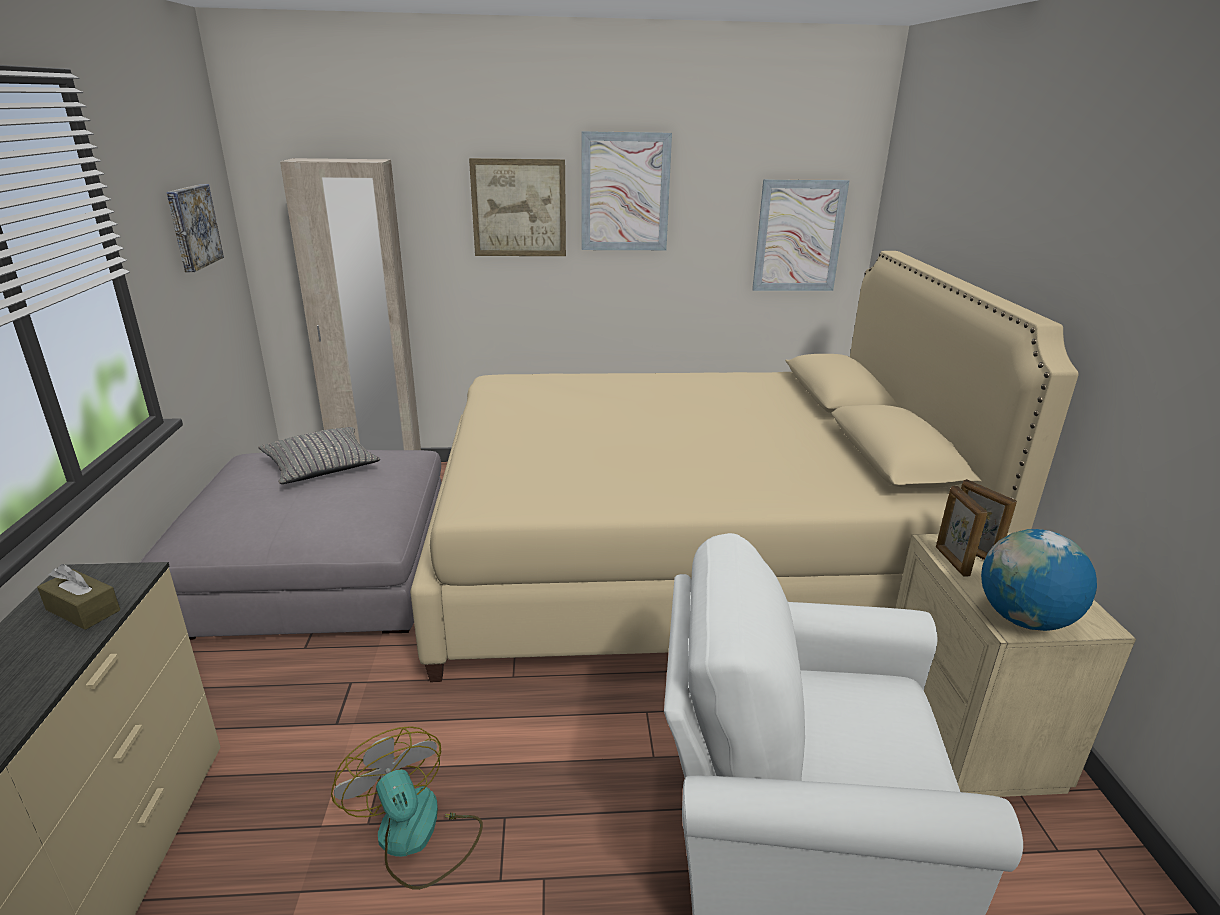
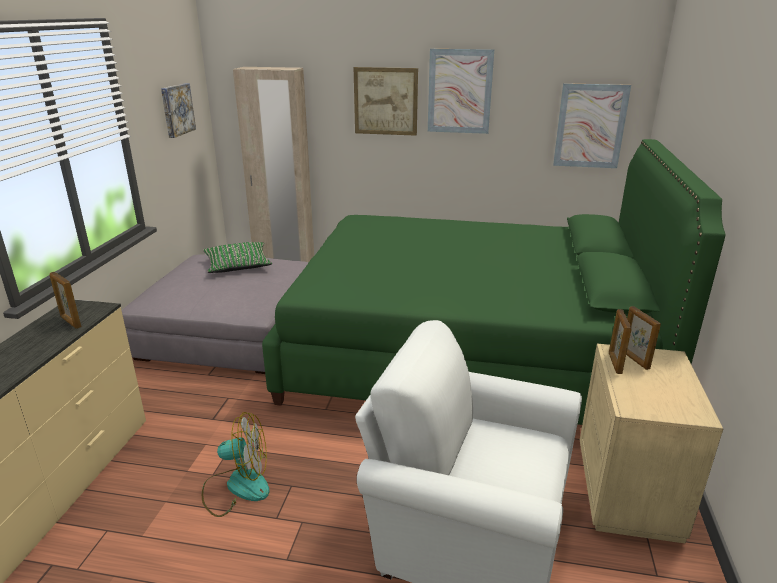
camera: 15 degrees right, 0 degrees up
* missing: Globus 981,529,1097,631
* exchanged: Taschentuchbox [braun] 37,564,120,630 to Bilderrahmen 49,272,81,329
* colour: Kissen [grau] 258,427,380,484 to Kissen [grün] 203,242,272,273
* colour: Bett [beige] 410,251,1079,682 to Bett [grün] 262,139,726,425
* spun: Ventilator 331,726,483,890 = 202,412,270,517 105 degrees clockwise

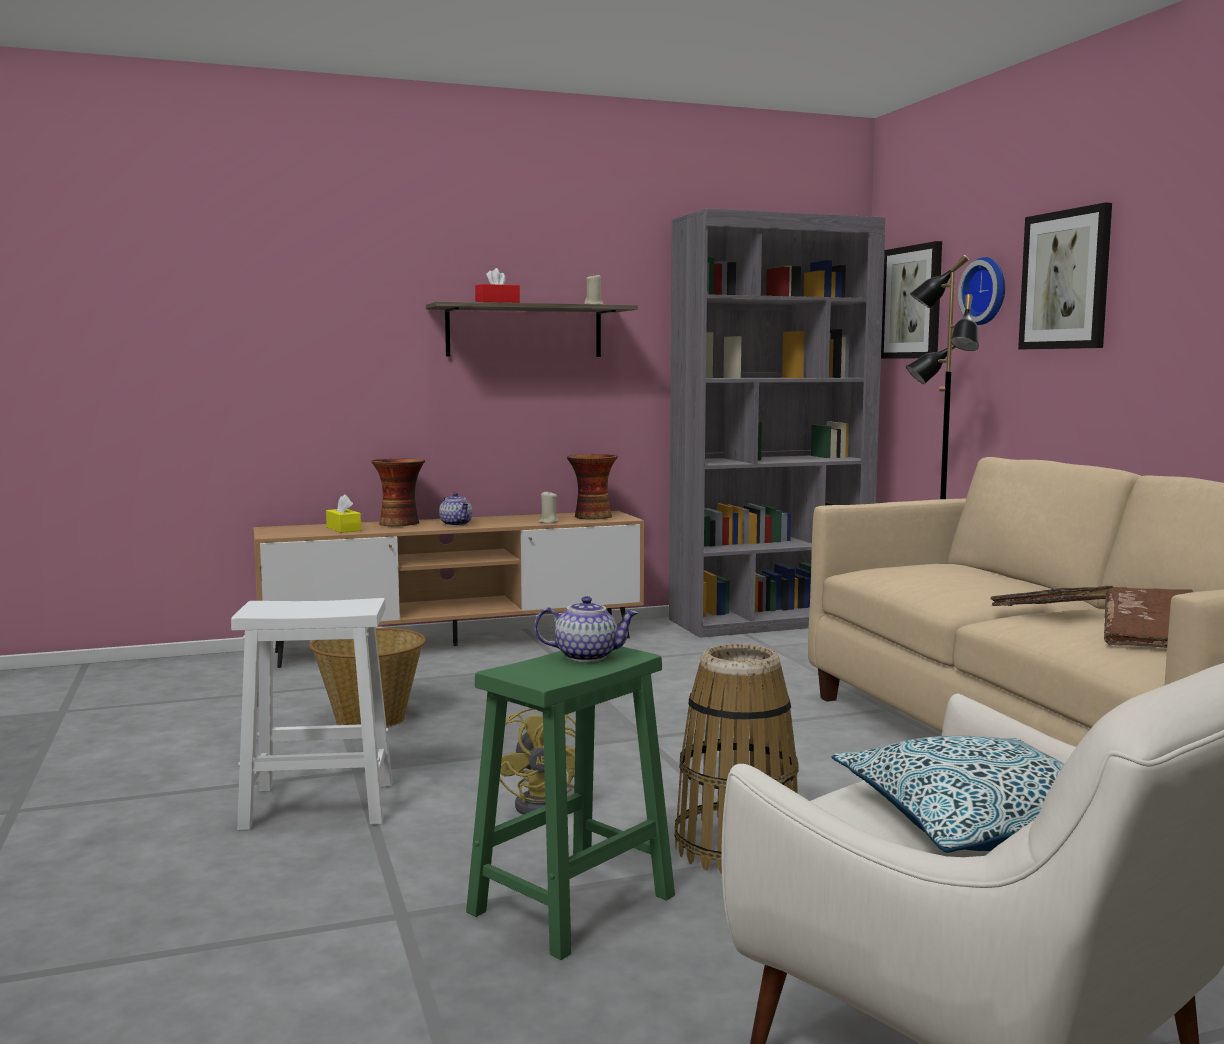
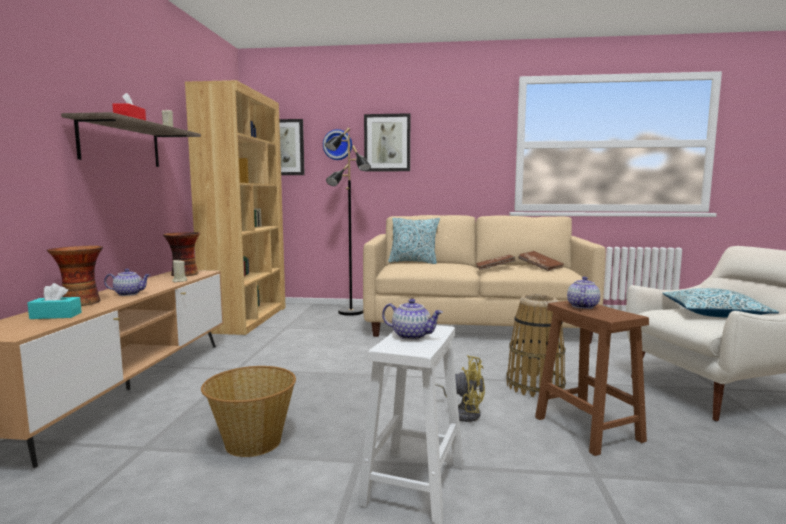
camera: 65 degrees left, 0 degrees up
* appeared: Teekanne 382,299,443,340
* appeared: Kissen 388,218,440,264
* colour: Taschentuchbox [gelb] 326,494,361,533 to Taschentuchbox [türkis] 27,283,82,319
* colour: Hocker [grün] 466,647,675,960 to Hocker [braun] 535,301,649,456
* colour: Bücherregal [grau] 669,208,885,638 to Bücherregal [braun] 185,80,286,335

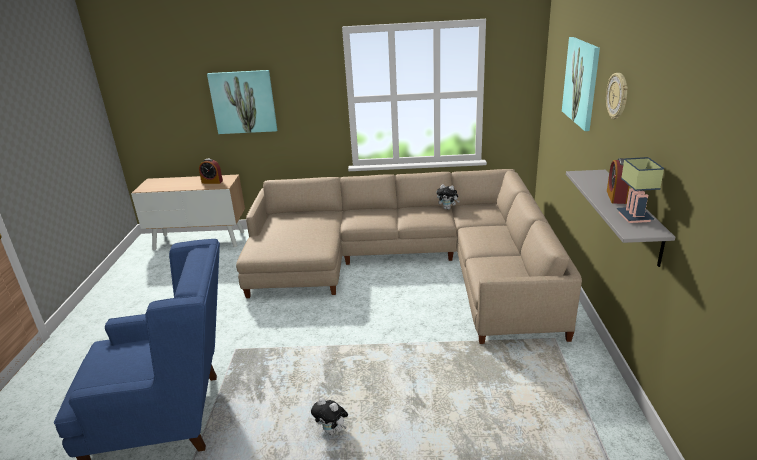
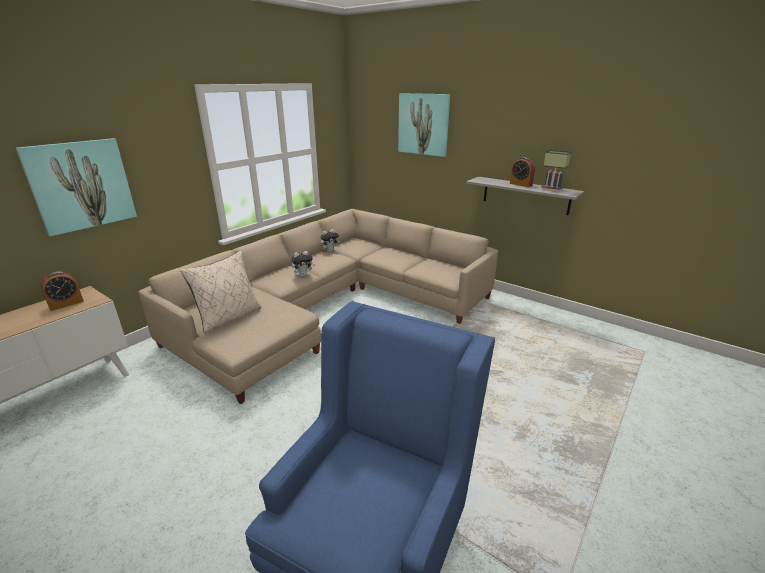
camera: 55 degrees left, 0 degrees up
* missing: Wanduhr 606,73,628,119
* appeared: Kissen [beige] 180,251,261,333
* relocated: Plüschtier 311,398,348,435 to 291,251,315,277

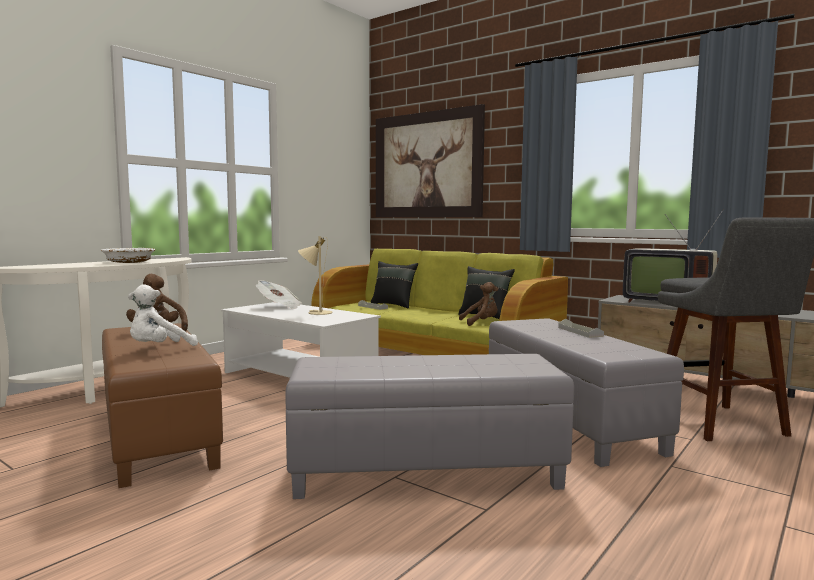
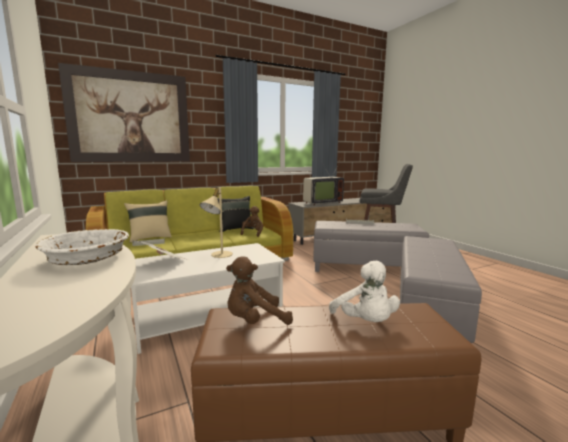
camera: 65 degrees left, 5 degrees up
* colour: Kissen [schwarz] 370,261,418,308 to Kissen [beige] 124,200,172,243

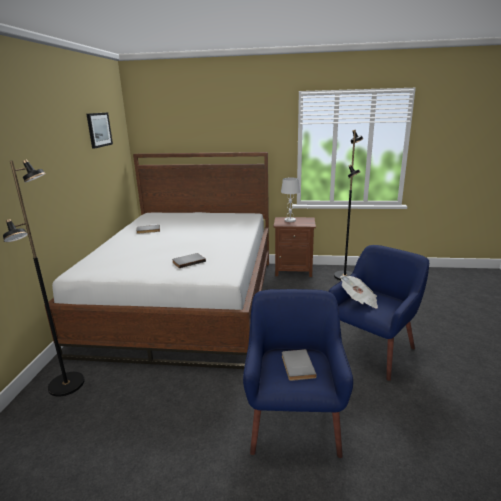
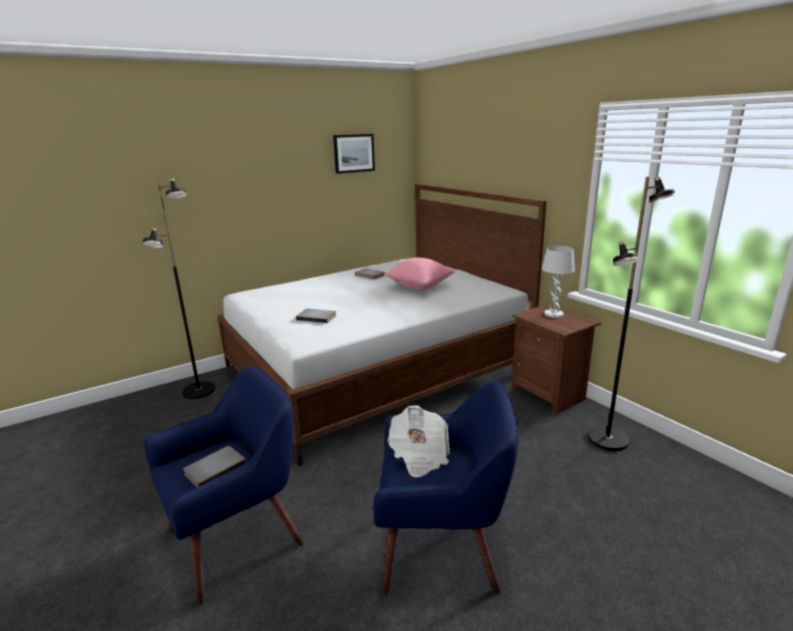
camera: 50 degrees right, 0 degrees up
* appeared: Kissen [rosa] 384,258,455,291

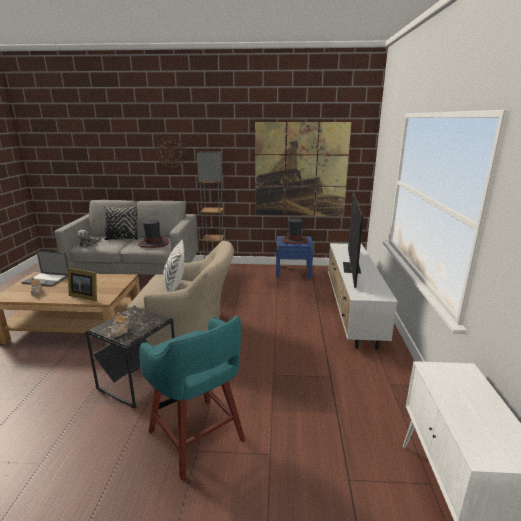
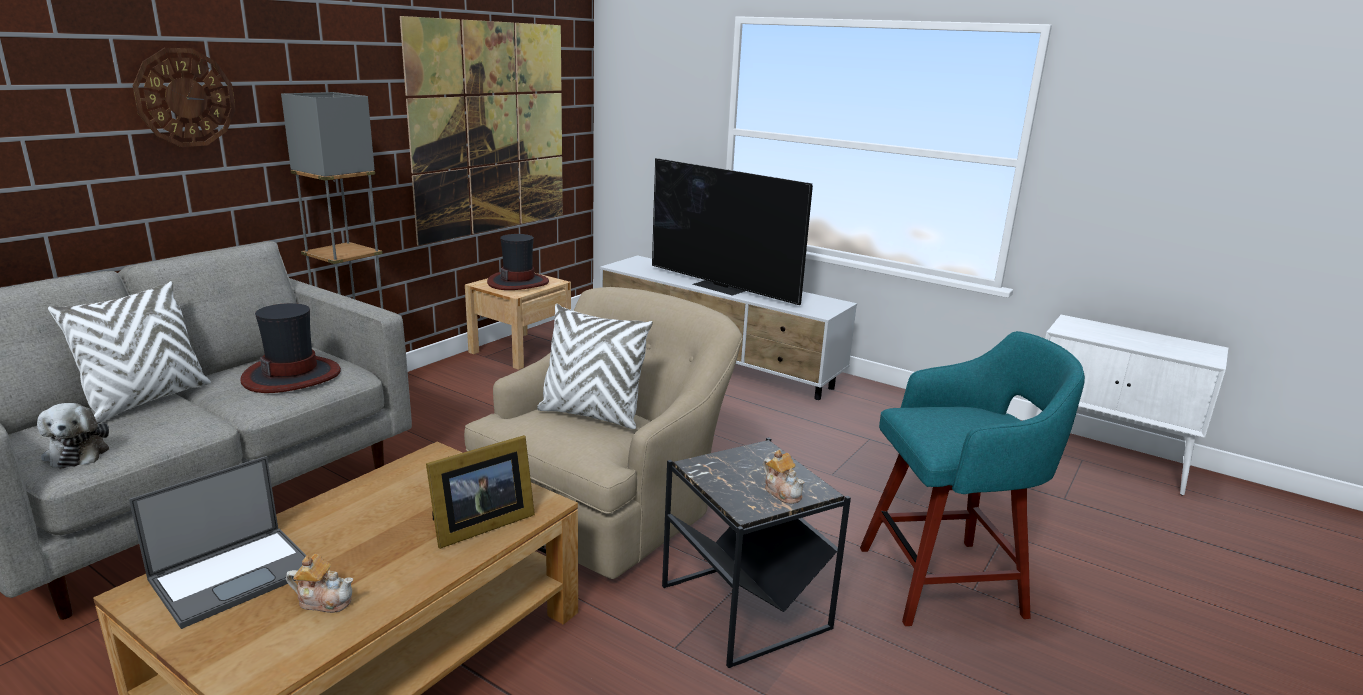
camera: 60 degrees left, 0 degrees up
* colour: Kissen [schwarz] 104,206,138,240 to Kissen [weiß] 48,281,211,424
* colour: Nachttisch [blau] 276,236,313,278 to Nachttisch [beige] 465,273,571,370

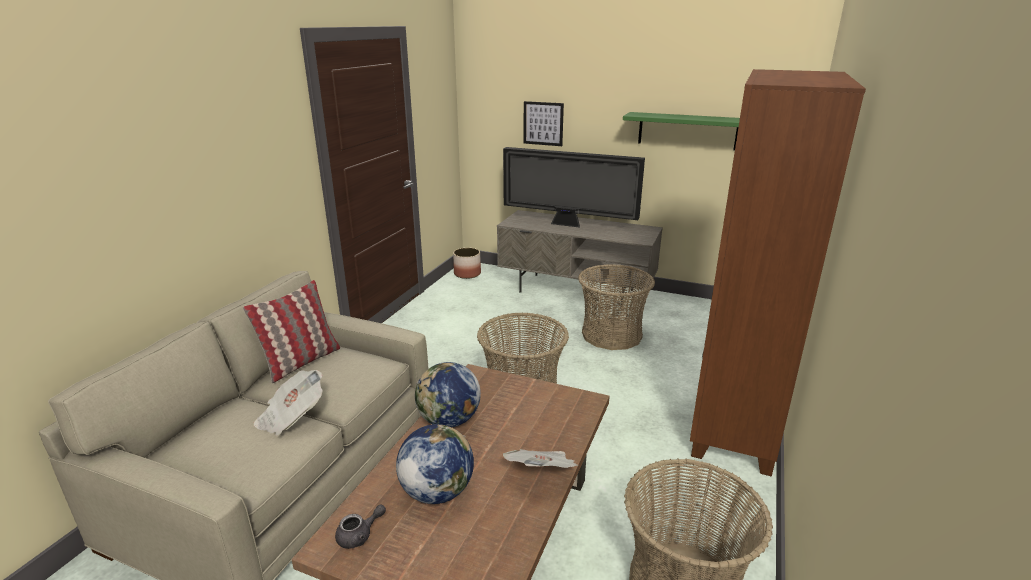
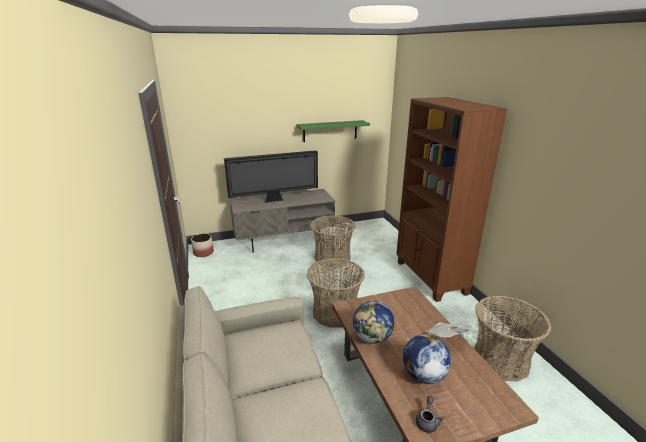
camera: 40 degrees left, 0 degrees up
* missing: Kissen 243,280,340,383
* missing: Zeitung 254,370,323,436
* missing: Bild 523,101,564,146

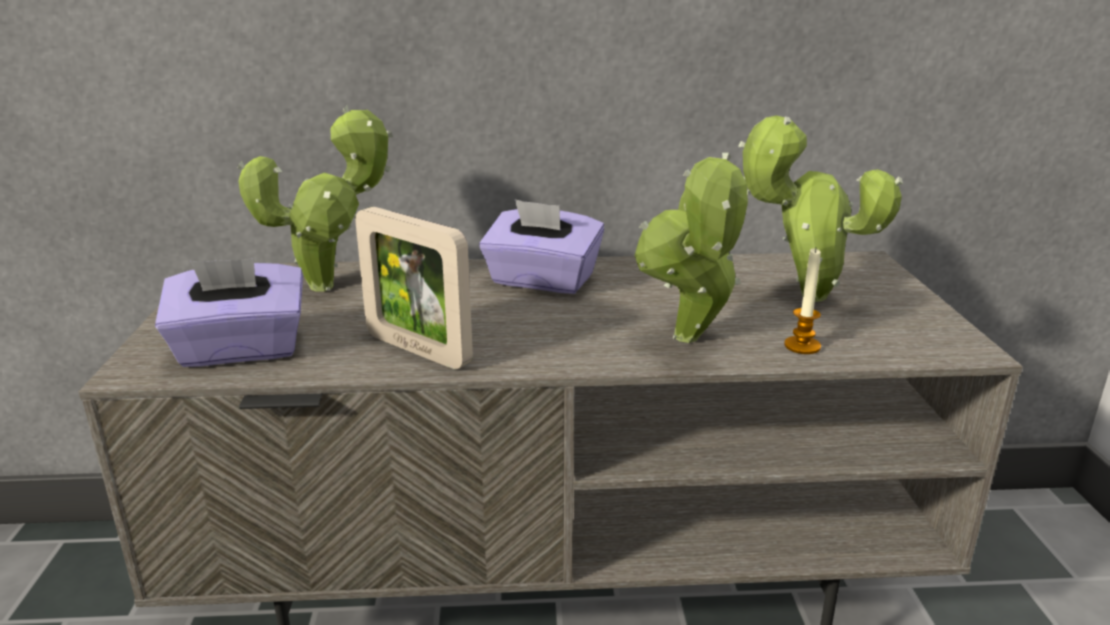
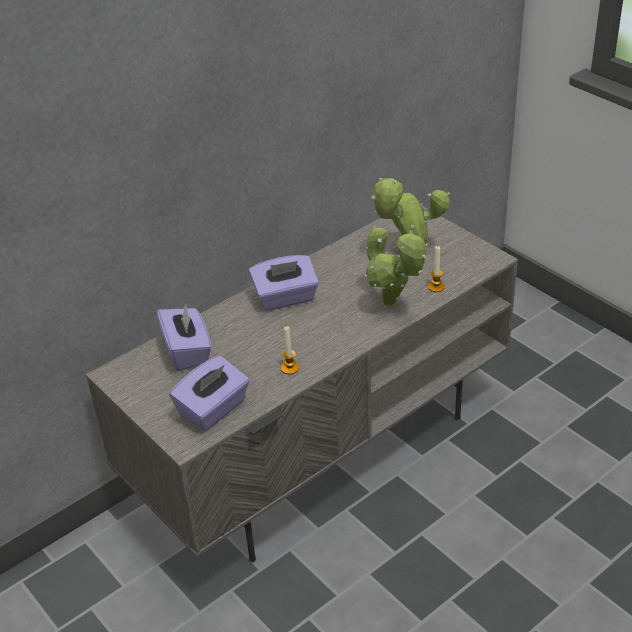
camera: 35 degrees left, 15 degrees up
* exchanged: Topfpflanze 237,105,393,292 to Taschentuchbox [lila] 157,304,211,371
* exchanged: Bilderrahmen 355,207,473,369 to Kerze 281,326,299,374

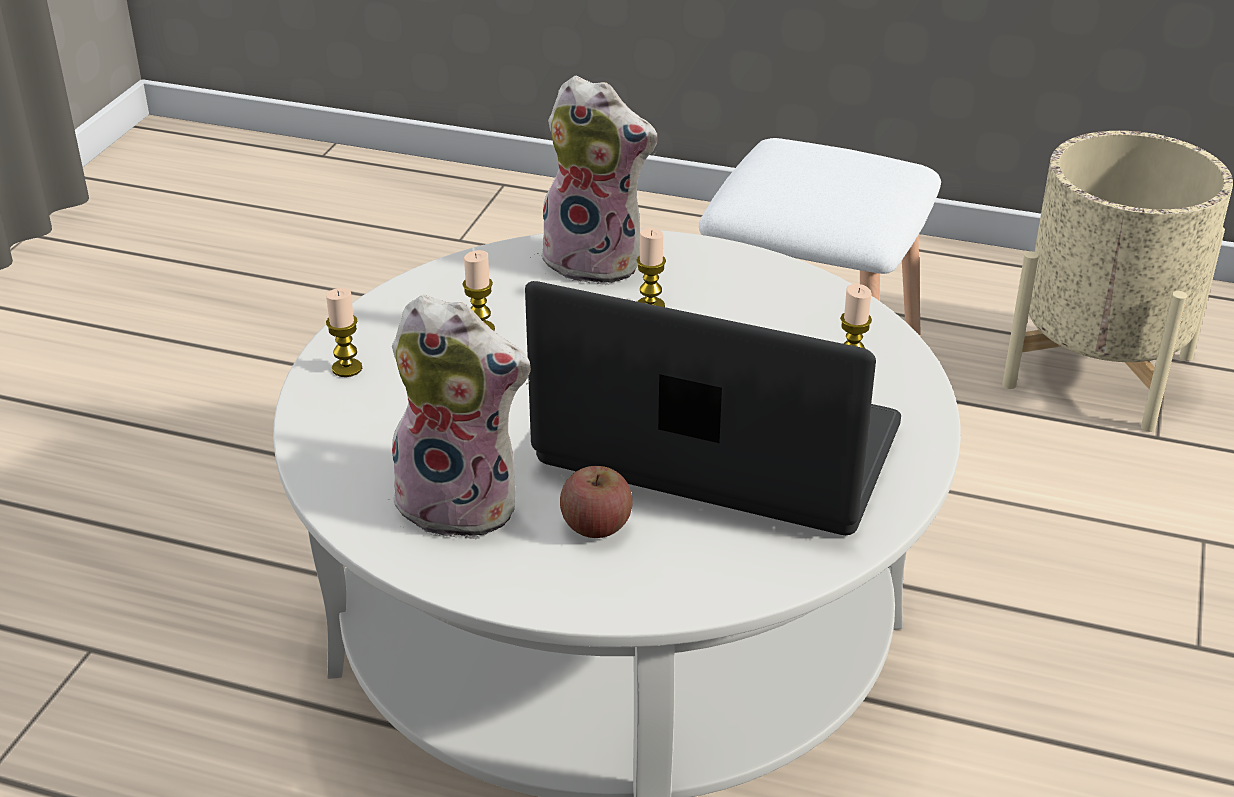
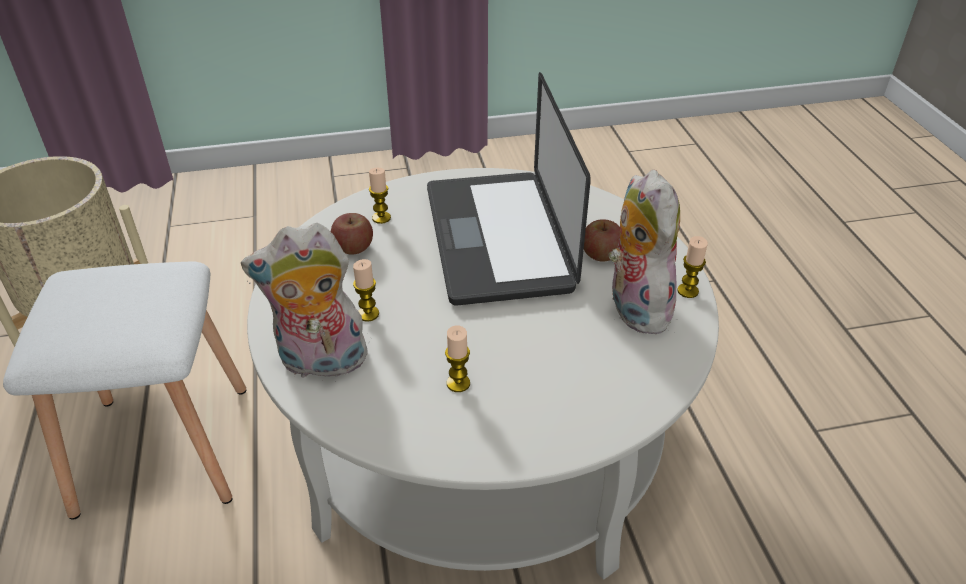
camera: 120 degrees left, 5 degrees up
* appeared: Apfel 331,213,373,254
* relocated: Kerze 326,288,362,377 to 677,236,708,298
* spun: Plüschtier 537,76,658,285 = 241,223,369,377 90 degrees counterclockwise

